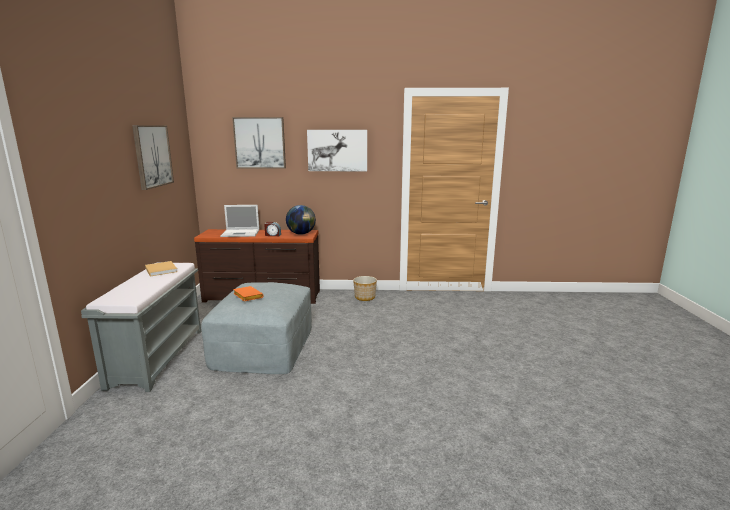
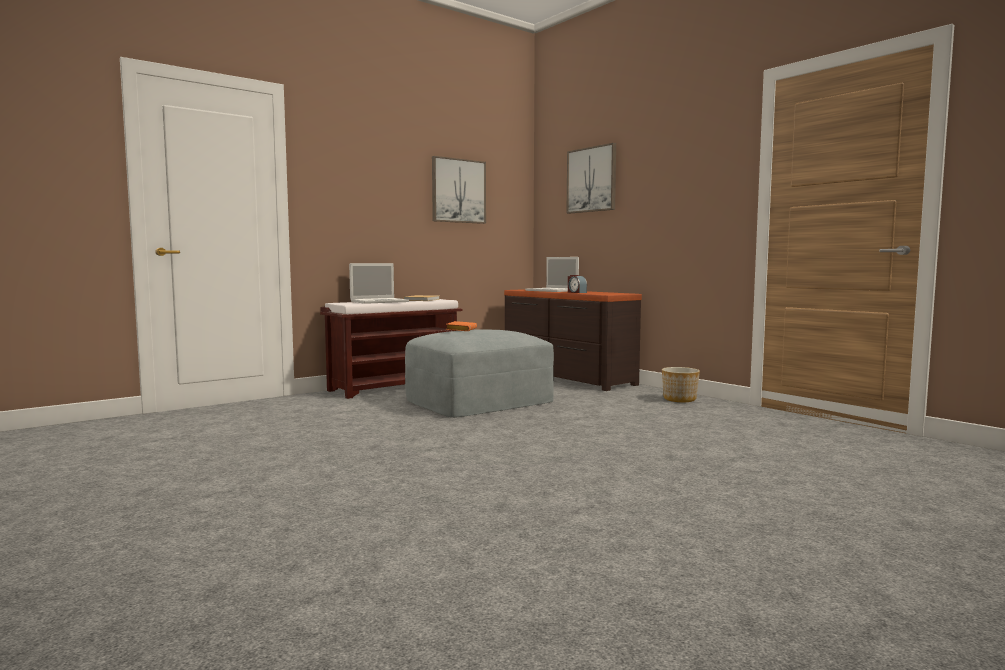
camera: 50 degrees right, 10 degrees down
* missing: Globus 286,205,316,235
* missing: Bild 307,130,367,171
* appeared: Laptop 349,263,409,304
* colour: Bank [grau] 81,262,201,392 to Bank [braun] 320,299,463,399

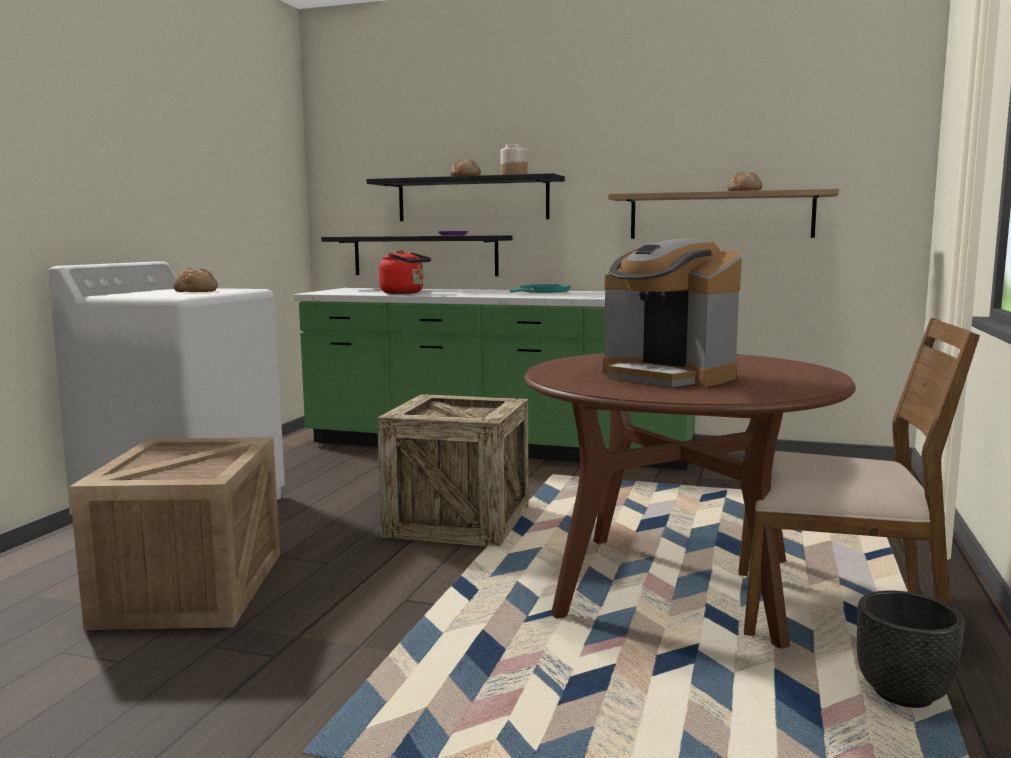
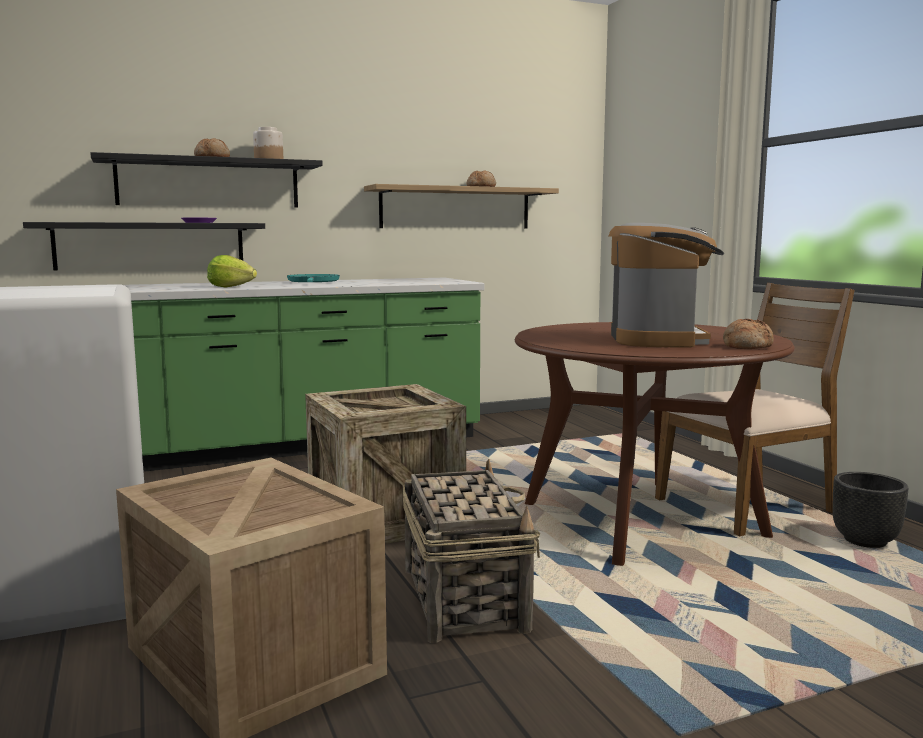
camera: 40 degrees left, 0 degrees up
* missing: Wasserkessel [rot] 379,250,431,294
* appeared: Salatkopf 207,255,257,287
* appeared: Korb 402,459,540,643
* relocated: Brot 173,268,218,292 to 723,319,774,349
* spun: Kaffeemaschine 603,238,742,387 = 609,223,724,347 90 degrees counterclockwise

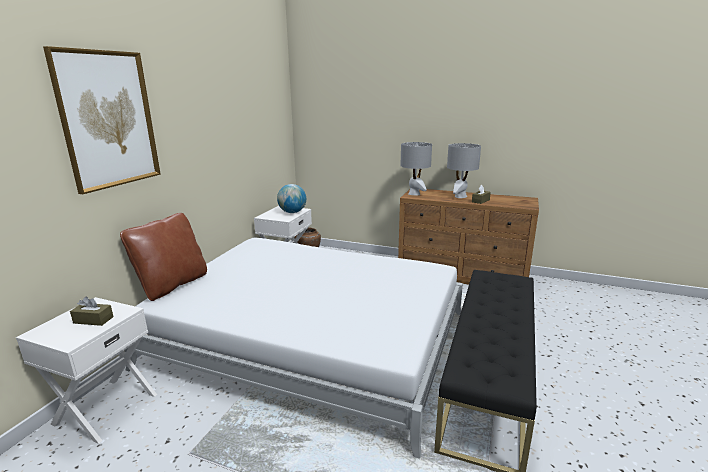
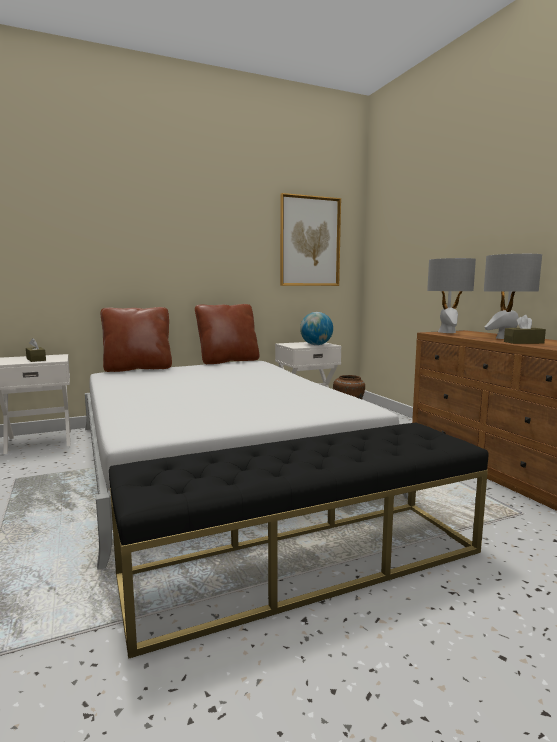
camera: 45 degrees right, 10 degrees down
* appeared: Kissen [braun] 195,304,259,364
* relocated: Bild 43,46,161,194 to 280,193,341,286

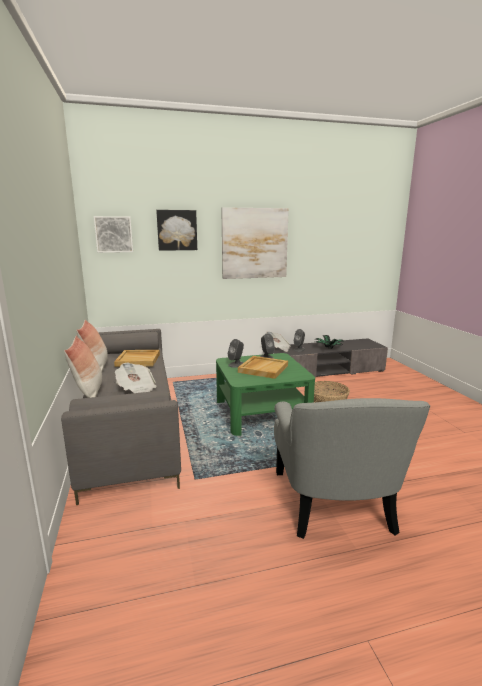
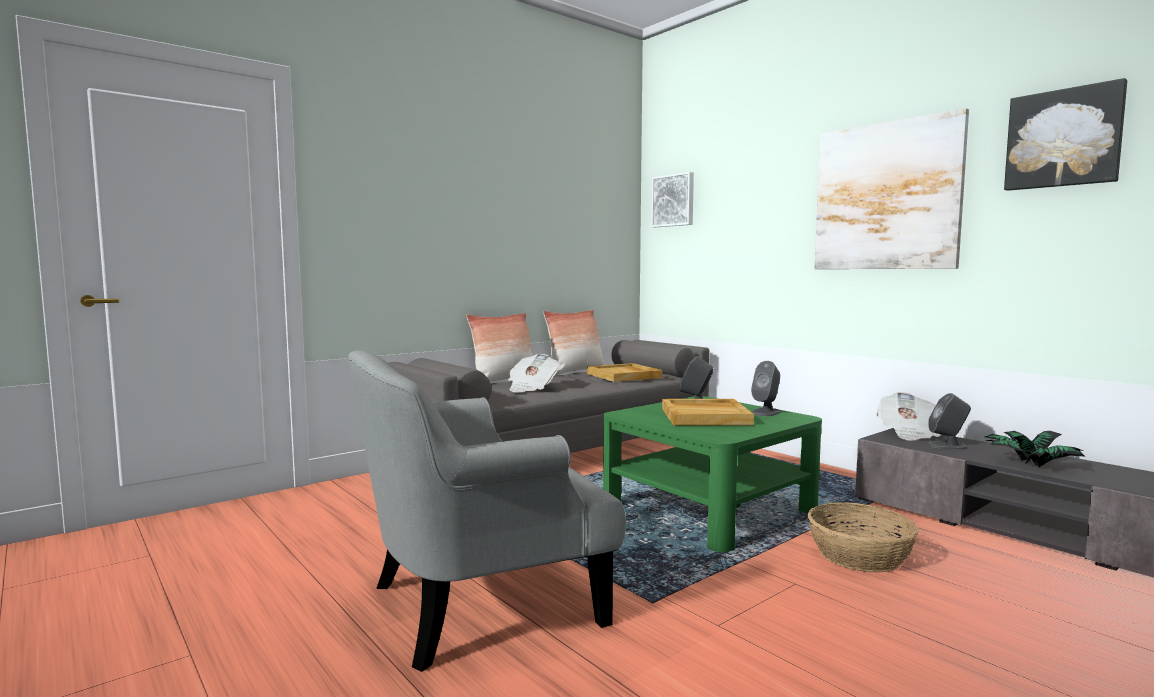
camera: 65 degrees right, 10 degrees down
* relocated: Bild 156,210,197,251 to 1004,78,1127,191

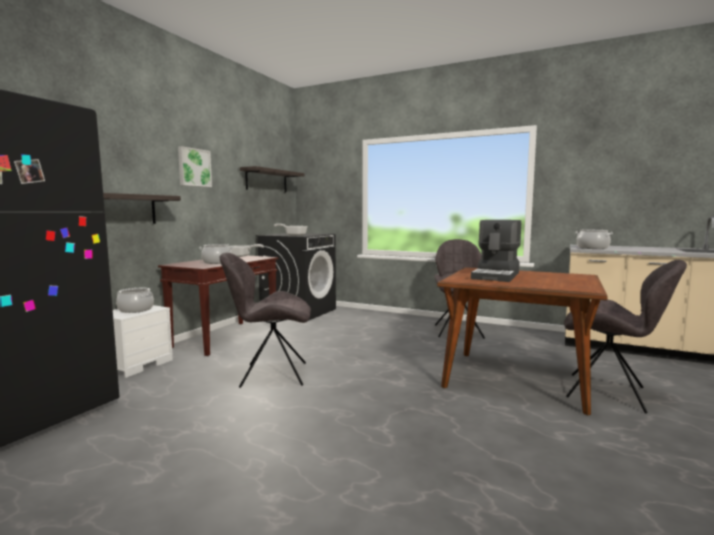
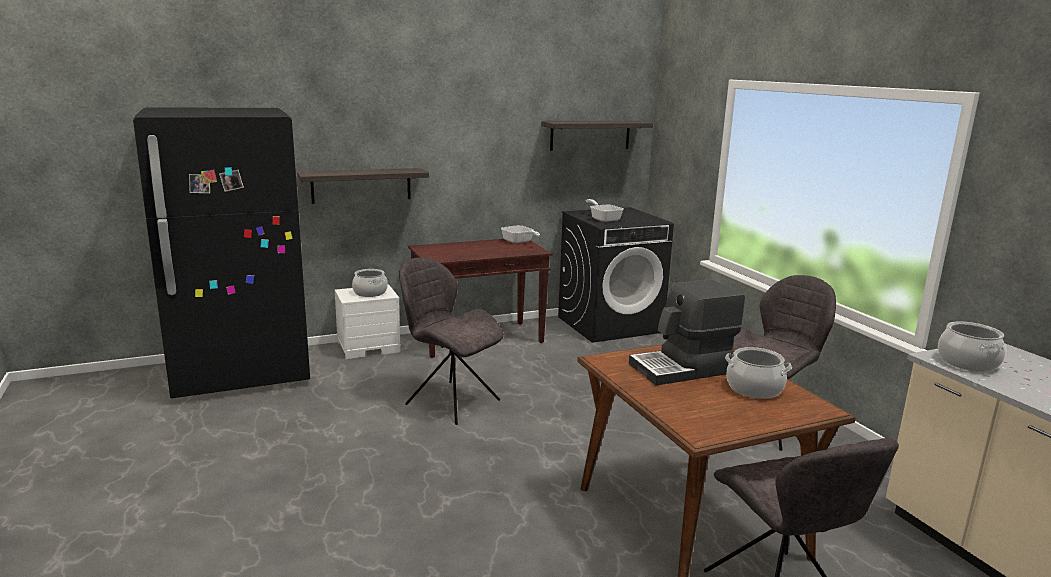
camera: 40 degrees right, 10 degrees up
* missing: Bild 178,146,212,187
* relocated: Kochtopf 199,244,233,264 to 725,347,792,399

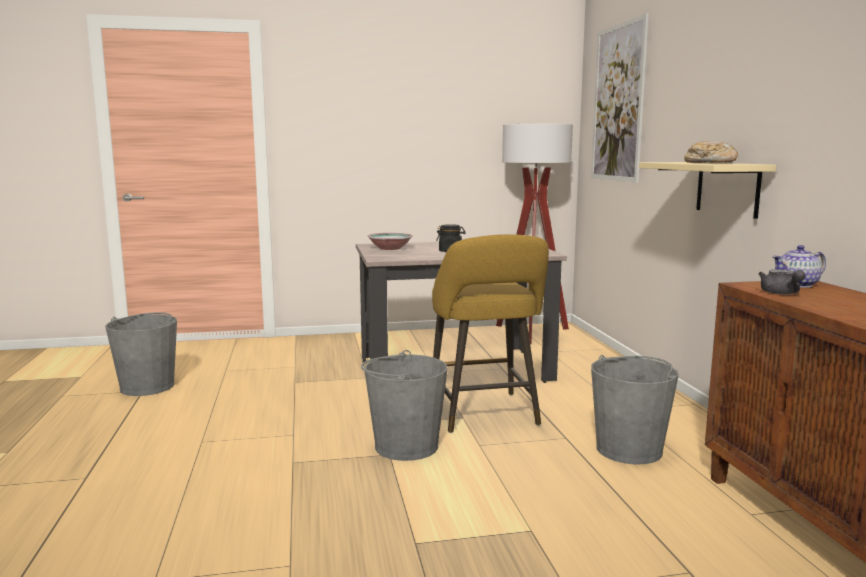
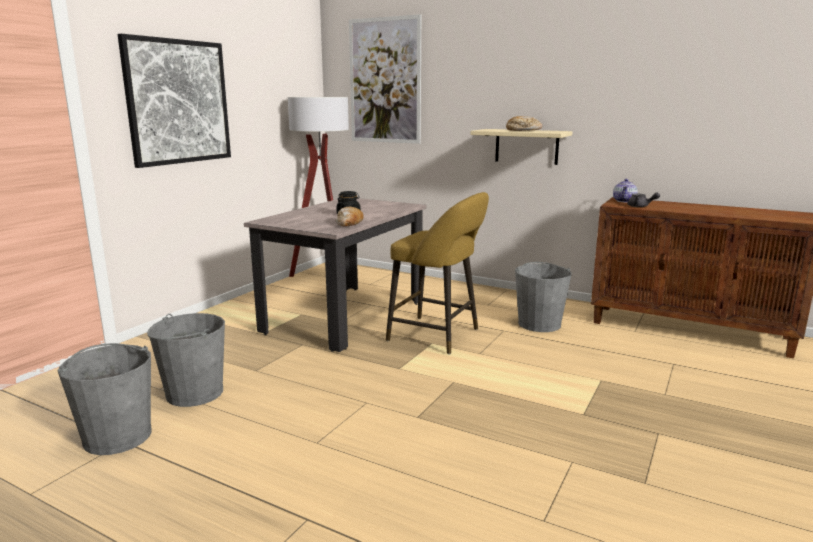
camera: 50 degrees left, 5 degrees up
* missing: Schüssel 367,233,413,250
* appeared: Bild 118,34,231,168
* appeared: Brot 336,207,364,227
* relocated: Eimer [grau] 361,350,448,461 to 147,313,225,407

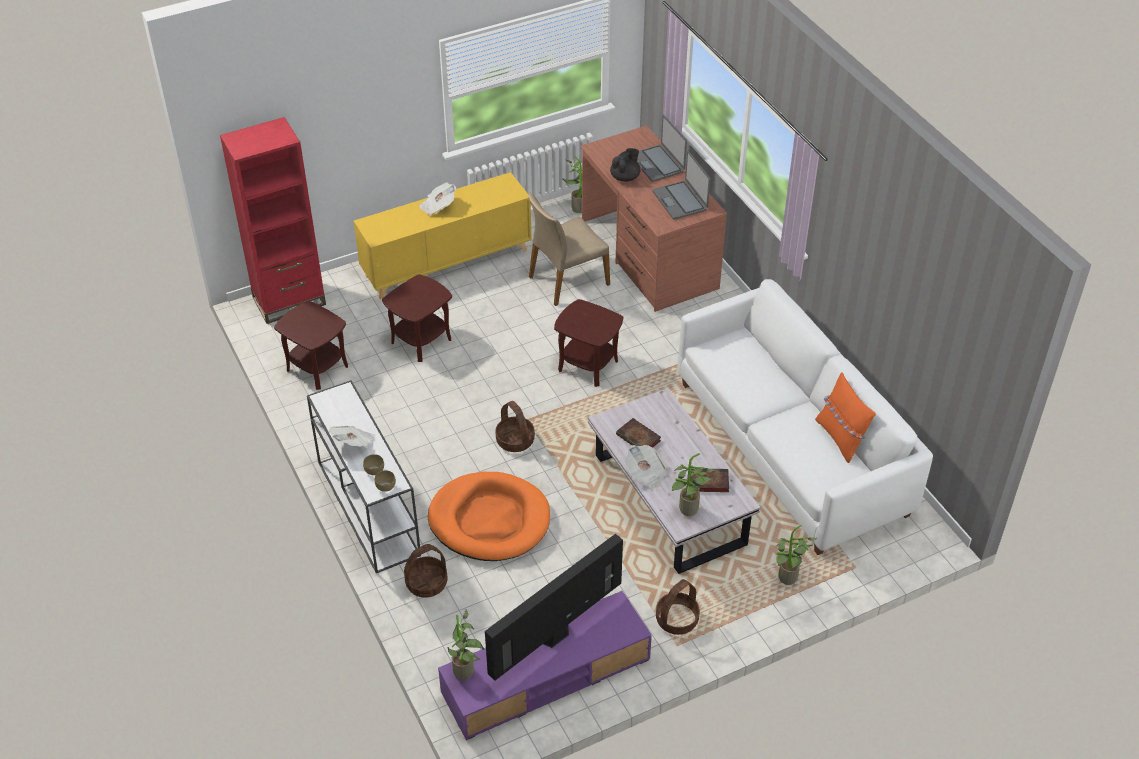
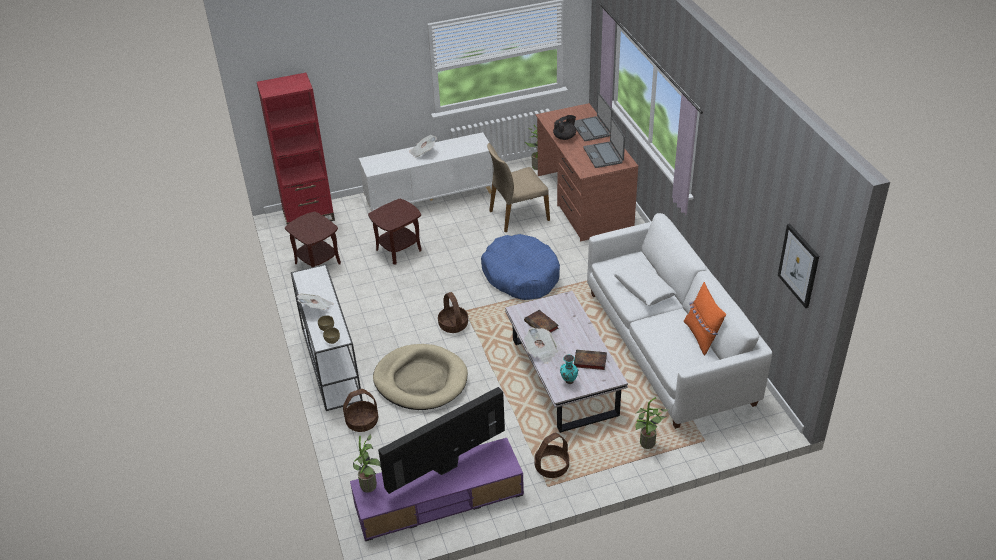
camera: 10 degrees right, 5 degrees down
* appeared: Kissen [weiß] 613,262,676,306
* appeared: Bild 778,224,819,308
* exchanged: Beistelltisch [braun] 554,299,624,387 to Hundebett [blau] 481,234,560,300
* exchanged: Topfpflanze 671,453,714,516 to Vase [türkis] 560,354,578,384
* colour: Schrank [gelb] 354,172,532,299 to Schrank [weiß] 359,132,494,212
* colour: Hundebett [orange] 428,472,550,561 to Hundebett [beige] 373,344,468,410

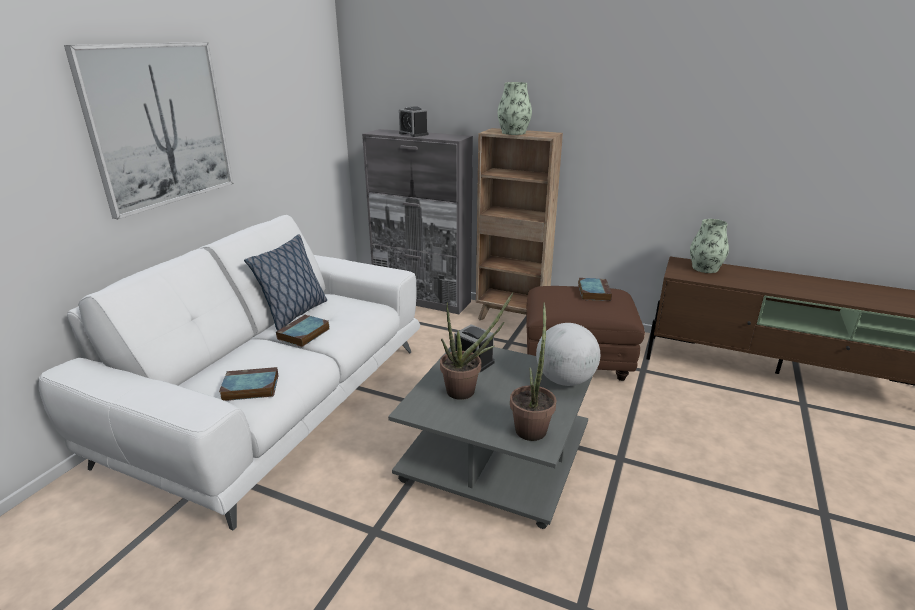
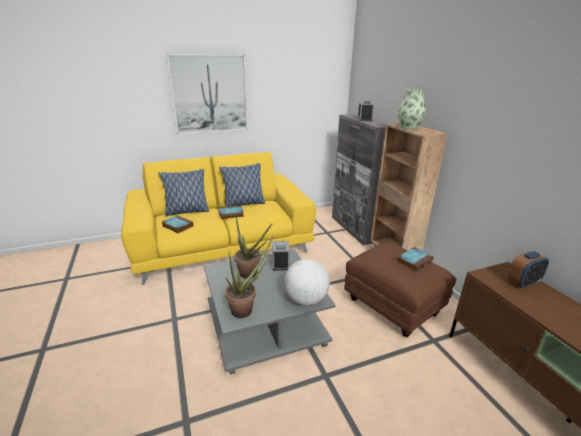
camera: 45 degrees right, 0 degrees up
* appeared: Kissen 158,169,209,217
* exchanged: Vase 690,219,729,273 to Wecker 508,251,549,289
* colour: Sofa [weiß] 39,215,420,530 to Sofa [gelb] 121,152,316,285

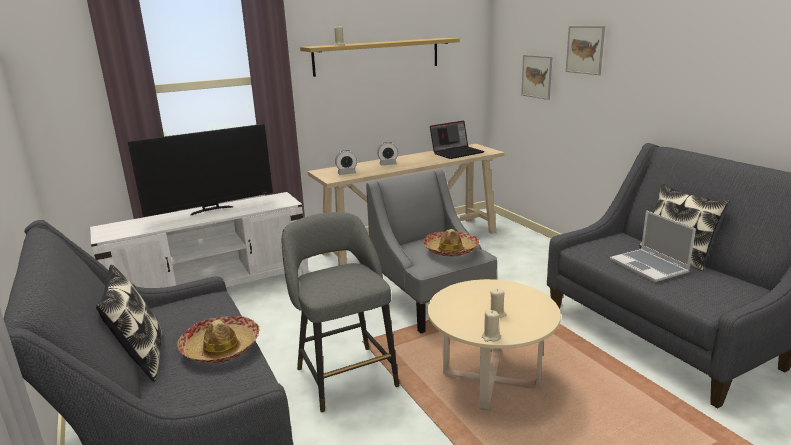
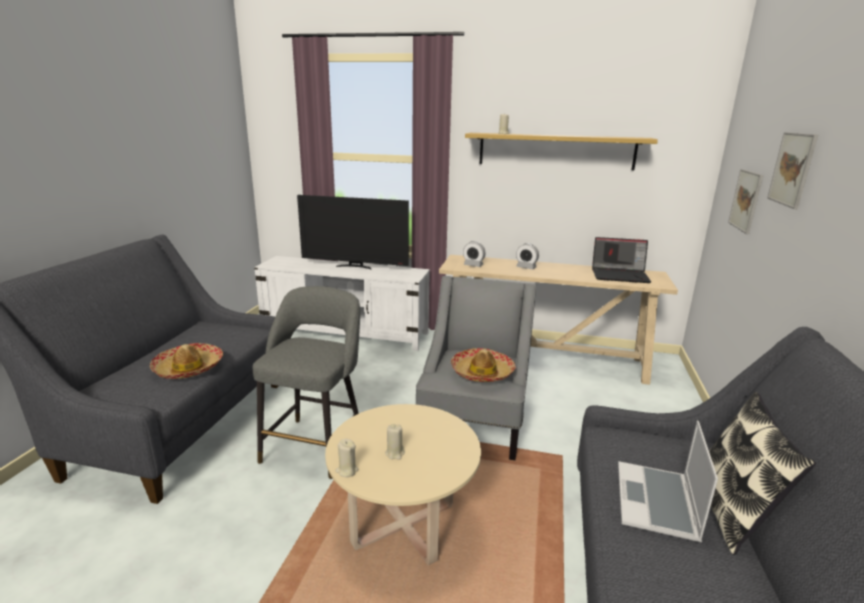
camera: 40 degrees right, 0 degrees up
* missing: Kissen 96,265,162,381

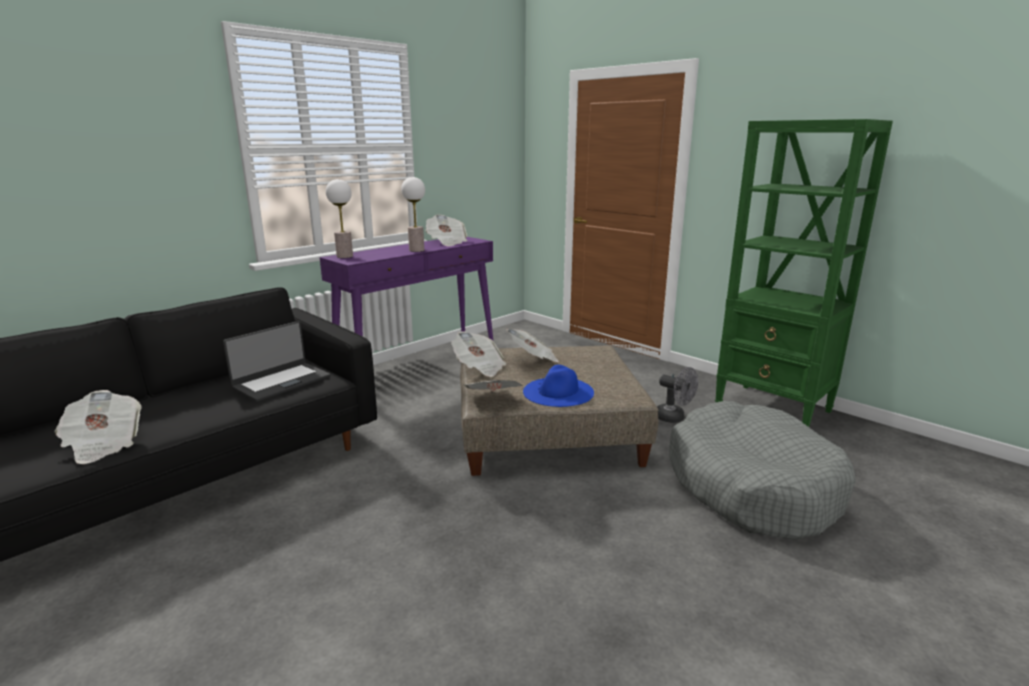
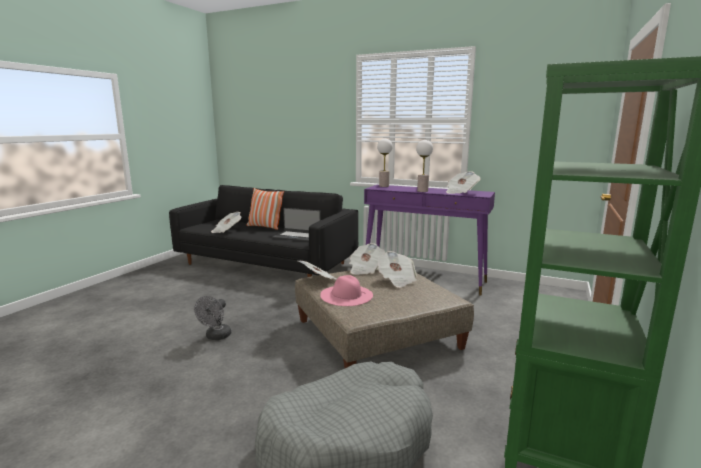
camera: 70 degrees right, 5 degrees down
* appeared: Kissen 247,188,284,230
* relocated: Ventilator [grau] 657,367,698,423 to 194,296,231,340
* colour: Hut [blau] 523,365,594,407 to Hut [rosa] 320,275,373,306

